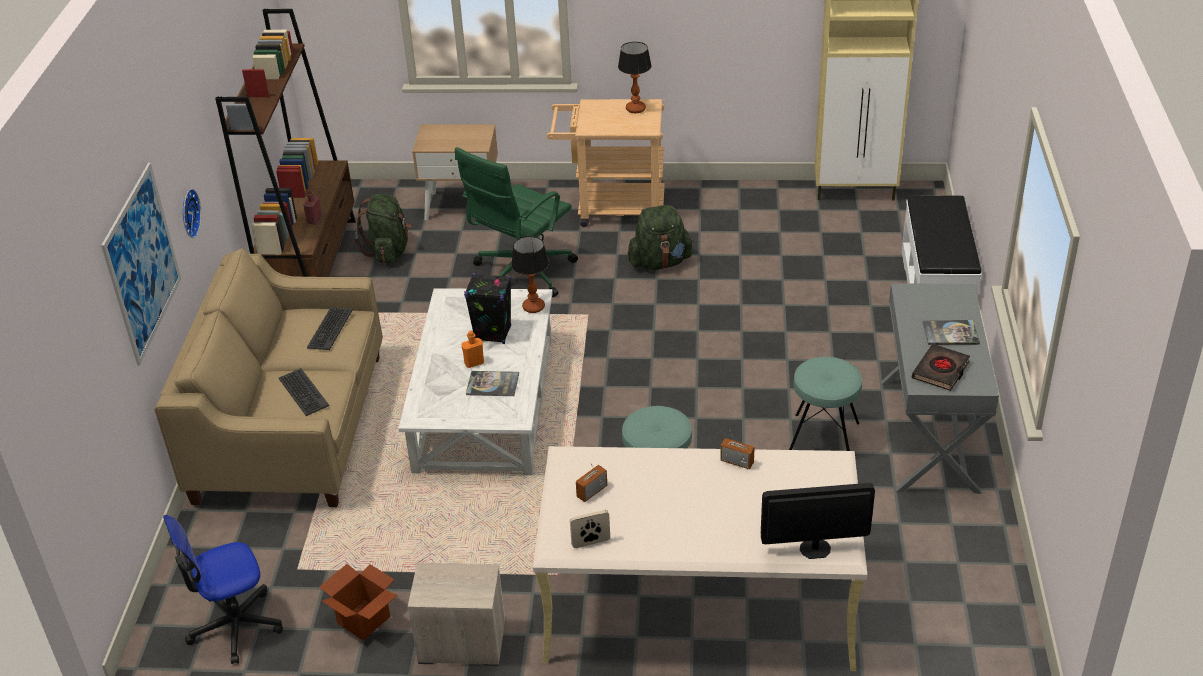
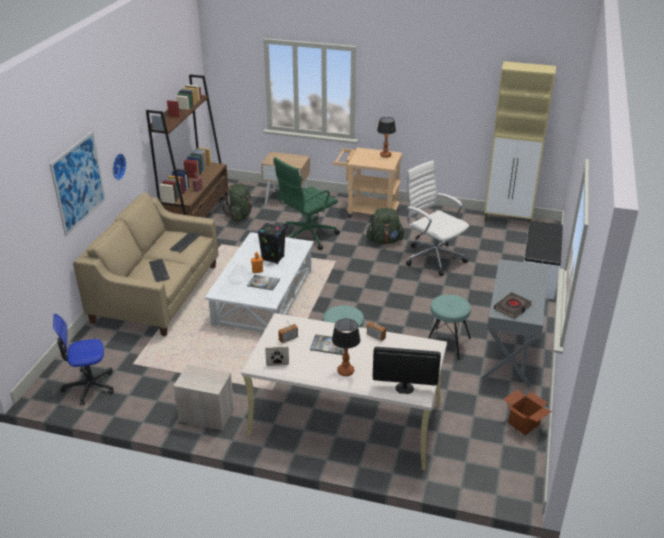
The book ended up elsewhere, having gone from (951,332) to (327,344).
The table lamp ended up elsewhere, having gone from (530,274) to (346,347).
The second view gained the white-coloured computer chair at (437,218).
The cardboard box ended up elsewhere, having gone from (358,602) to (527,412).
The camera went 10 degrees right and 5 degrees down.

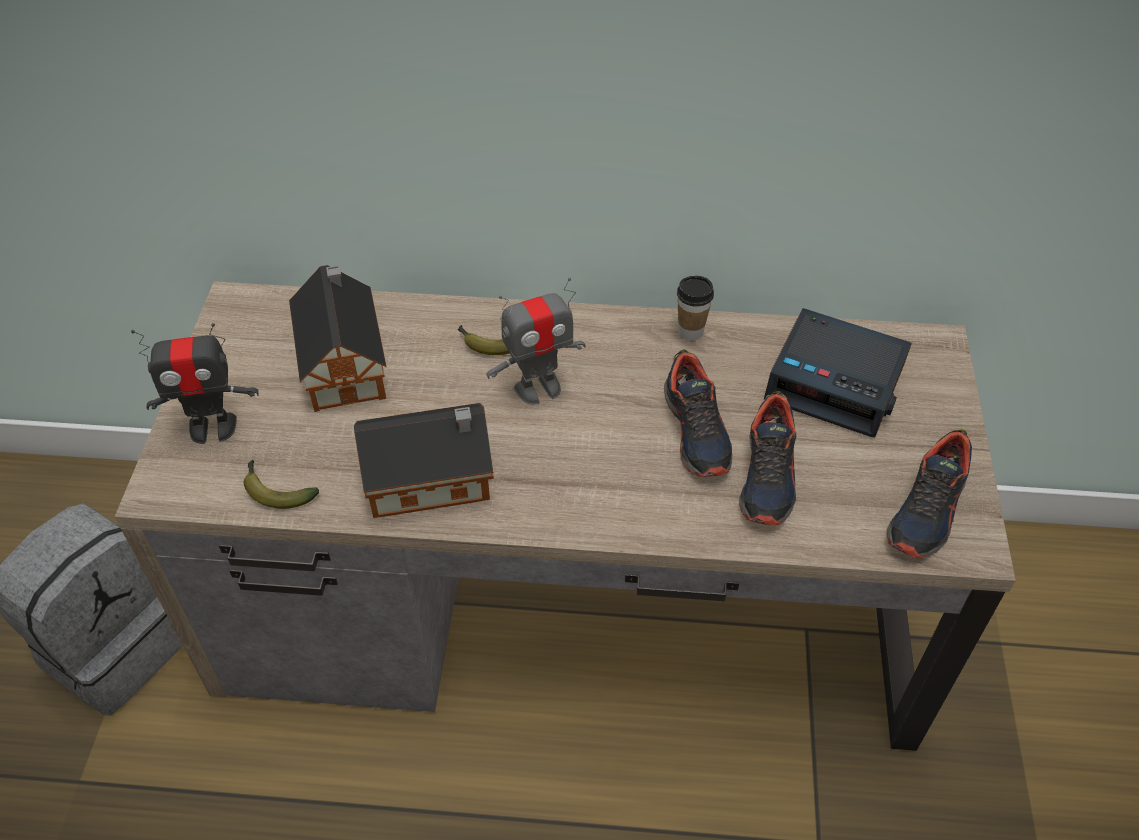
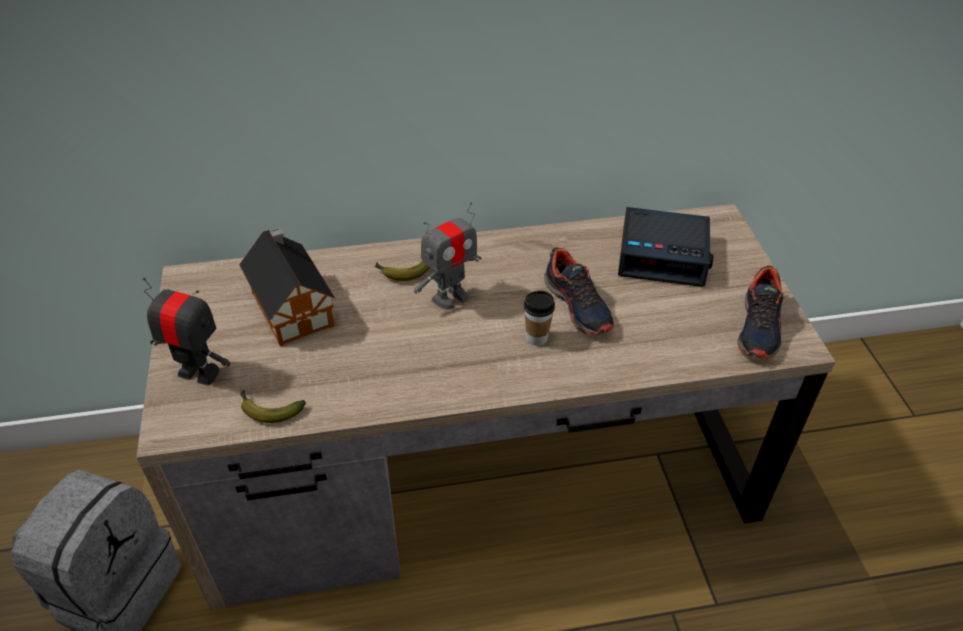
The robot figure at (194,383) ended up facing another way, 135 degrees counterclockwise from before.
The cup ended up elsewhere, having gone from (695,308) to (539,318).
The second view lost the toy house at (424,460).
The second view lost the item of footwear at (767,458).
The camera went 15 degrees left and 5 degrees down.

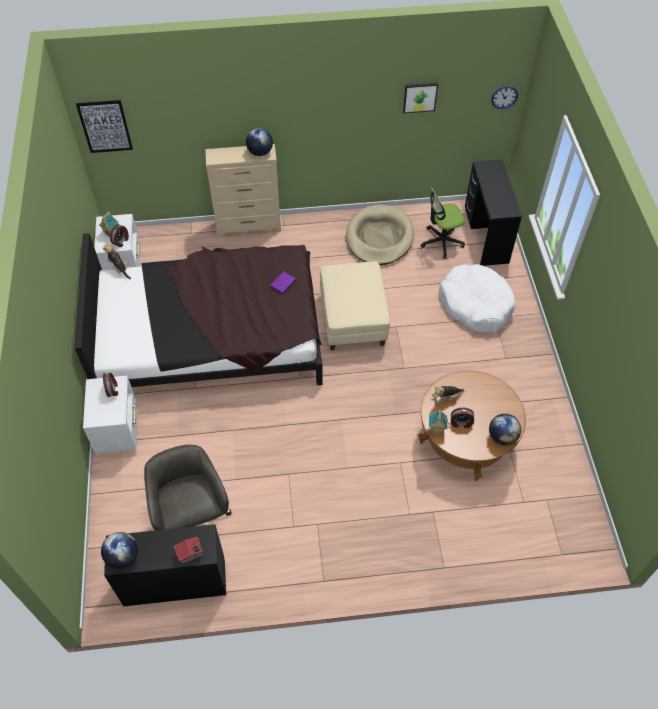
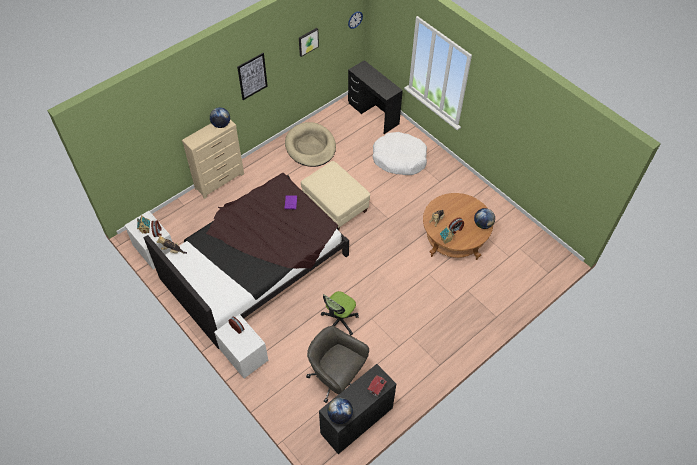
The wall picture ended up elsewhere, having gone from (104,126) to (252,76).
The computer chair ended up elsewhere, having gone from (443,223) to (340,313).
The camera went 35 degrees left and 0 degrees up.

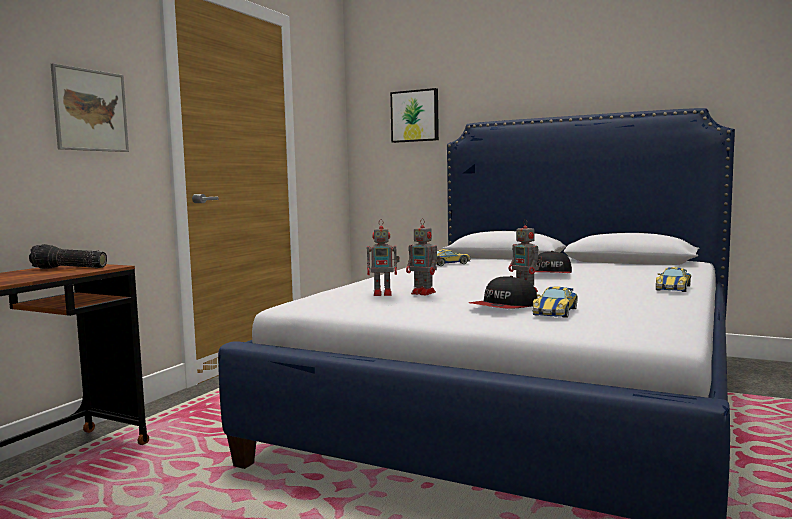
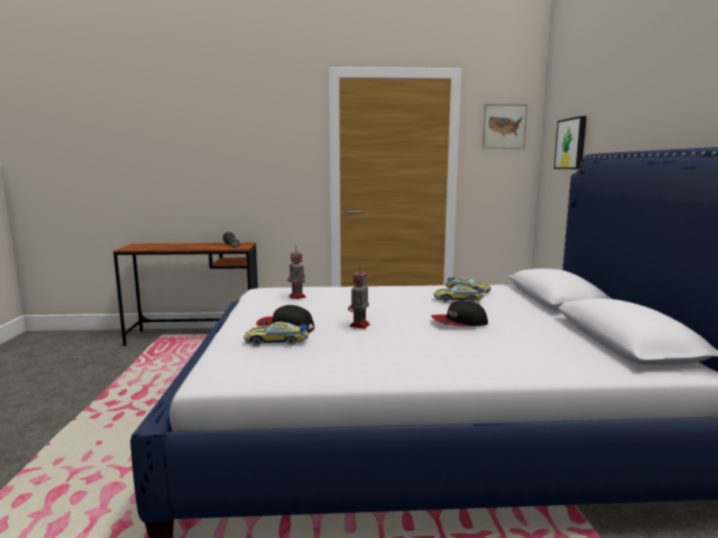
The model car ended up elsewhere, having gone from (673,279) to (458,293).
The wall picture ended up elsewhere, having gone from (90,107) to (505,126).
The second view lost the robot figure at (423,257).
The camera went 60 degrees right and 5 degrees up.

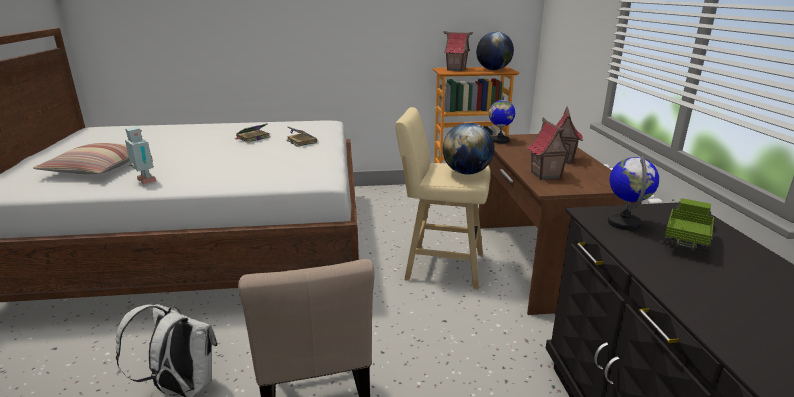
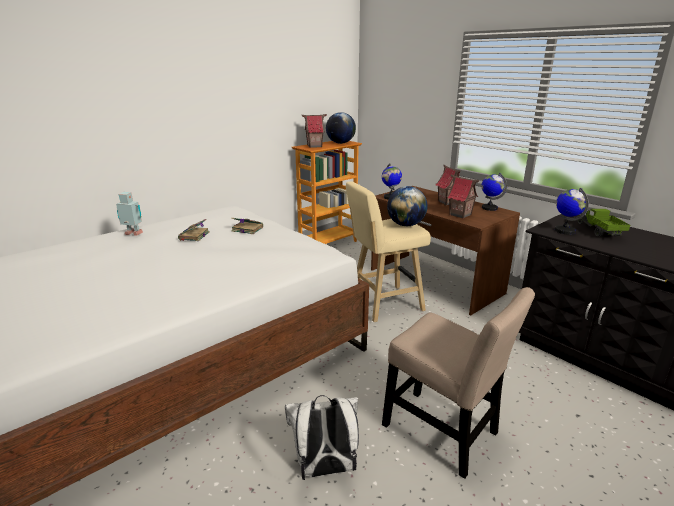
The robot figure ended up elsewhere, having gone from (140,155) to (129,213).
The second view gained the globe at (494,192).
The second view lost the cushion at (81,158).
The camera went 35 degrees left and 0 degrees up.

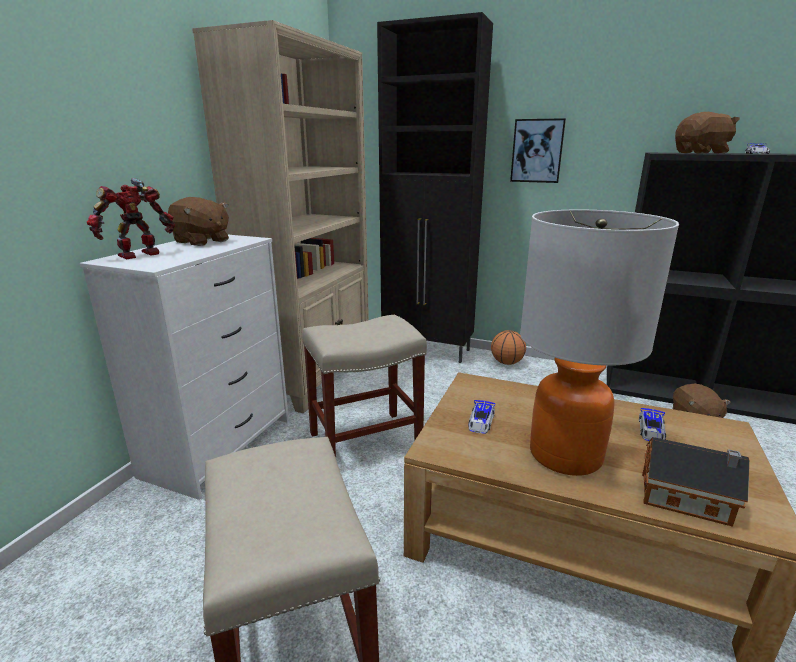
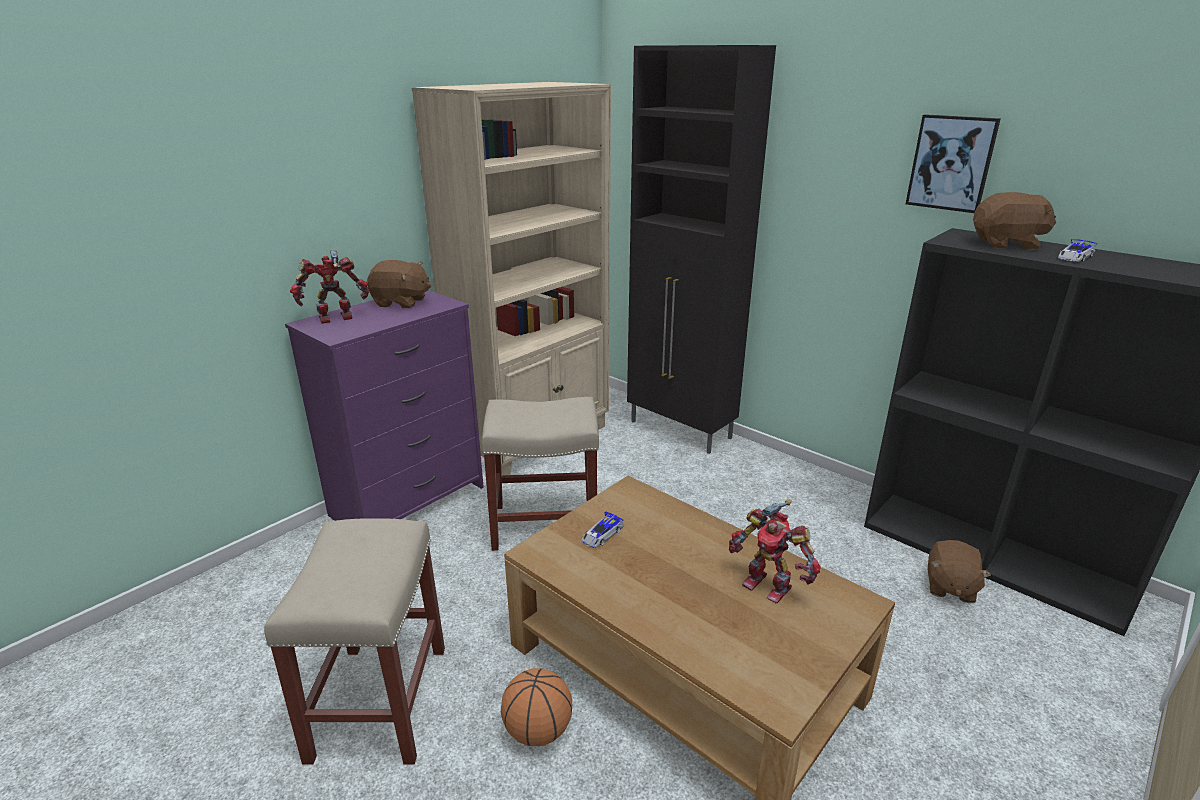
What was the white-coloured dresser at (184,367) turned into the purplish dresser at (384,405).
The brownish cuddly toy at (198,221) ended up facing another way, 45 degrees counterclockwise from before.
The ball for basketball ended up elsewhere, having gone from (508,347) to (536,707).
Where the model car stood at (652,424), the robot figure came to stand at (774,551).
The wall picture ended up elsewhere, having gone from (538,150) to (953,163).
The second view lost the table lamp at (599,343).
The second view lost the toy house at (696,482).
The camera went 20 degrees right and 5 degrees up.

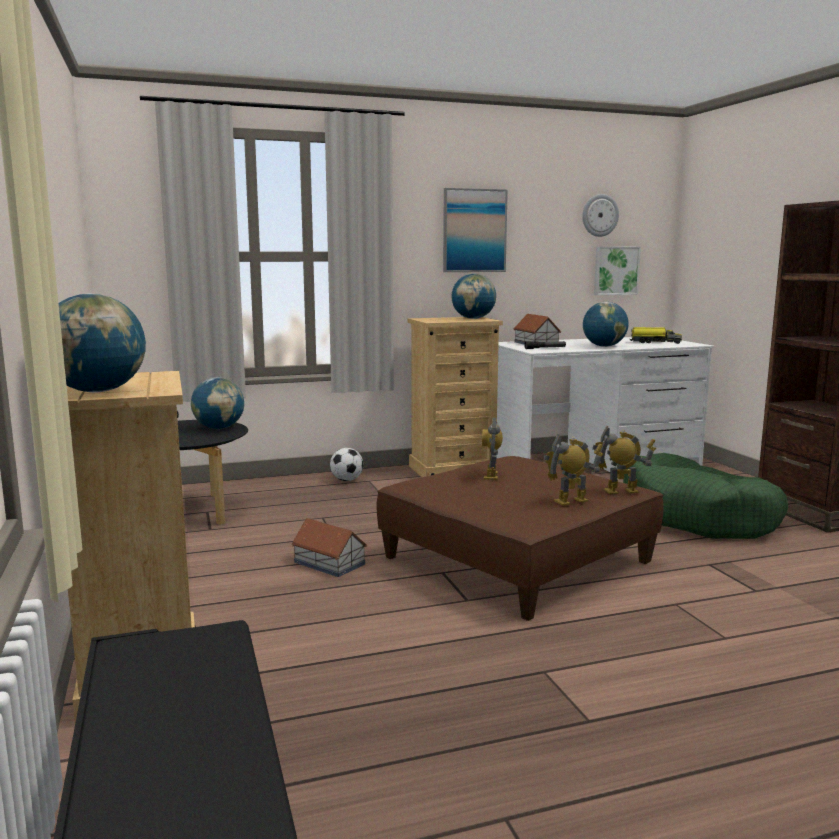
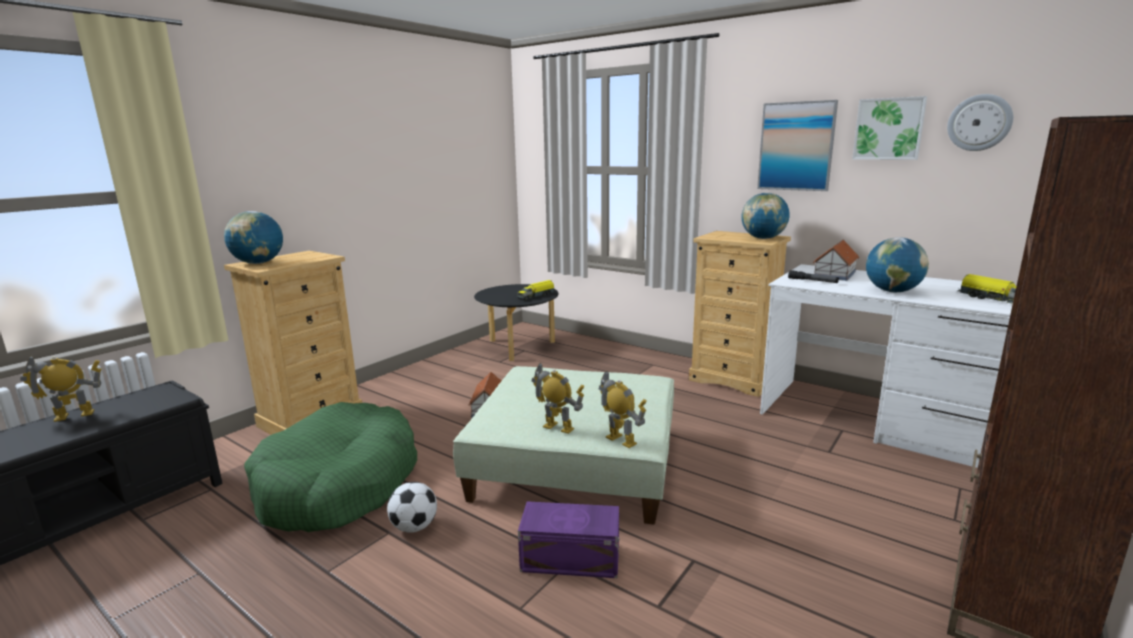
The robot figure ended up elsewhere, having gone from (492,449) to (61,388).
The green pet bed ended up elsewhere, having gone from (705,496) to (330,467).
The football ended up elsewhere, having gone from (346,464) to (412,507).
What was the brownish ottoman at (520,538) turned into the green ottoman at (563,445).
Where the globe stood at (217,403), the model truck came to stand at (536,290).
The second view gained the purplish storage box at (568,539).
The wall picture ended up elsewhere, having gone from (617,270) to (889,128).
The camera went 55 degrees right and 5 degrees up.

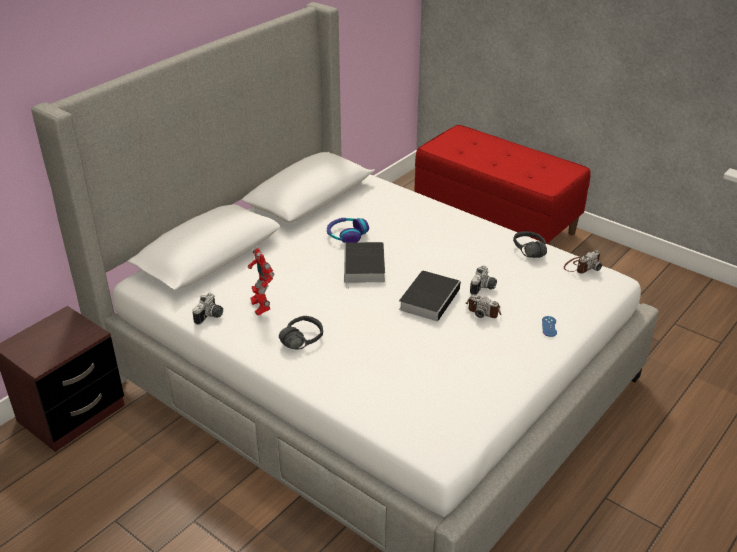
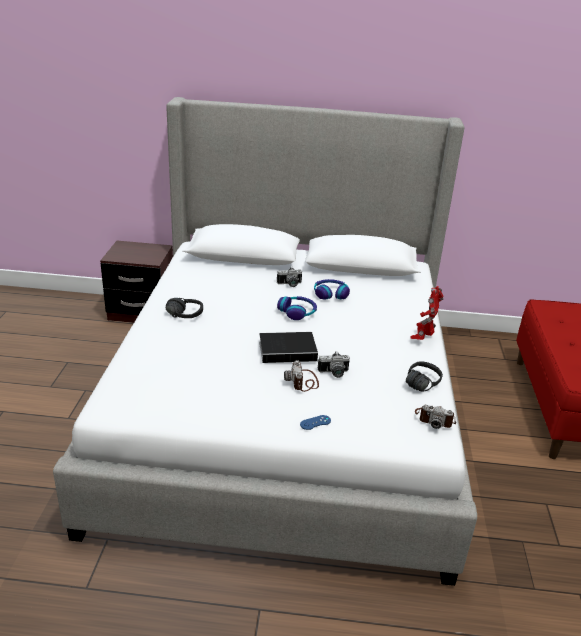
The photo camera ended up elsewhere, having gone from (208,309) to (289,277).
Where the book stood at (364,265), the pair of headphones came to stand at (297,308).
The robot figure ended up elsewhere, having gone from (261,282) to (427,313).
The camera went 55 degrees right and 5 degrees down.

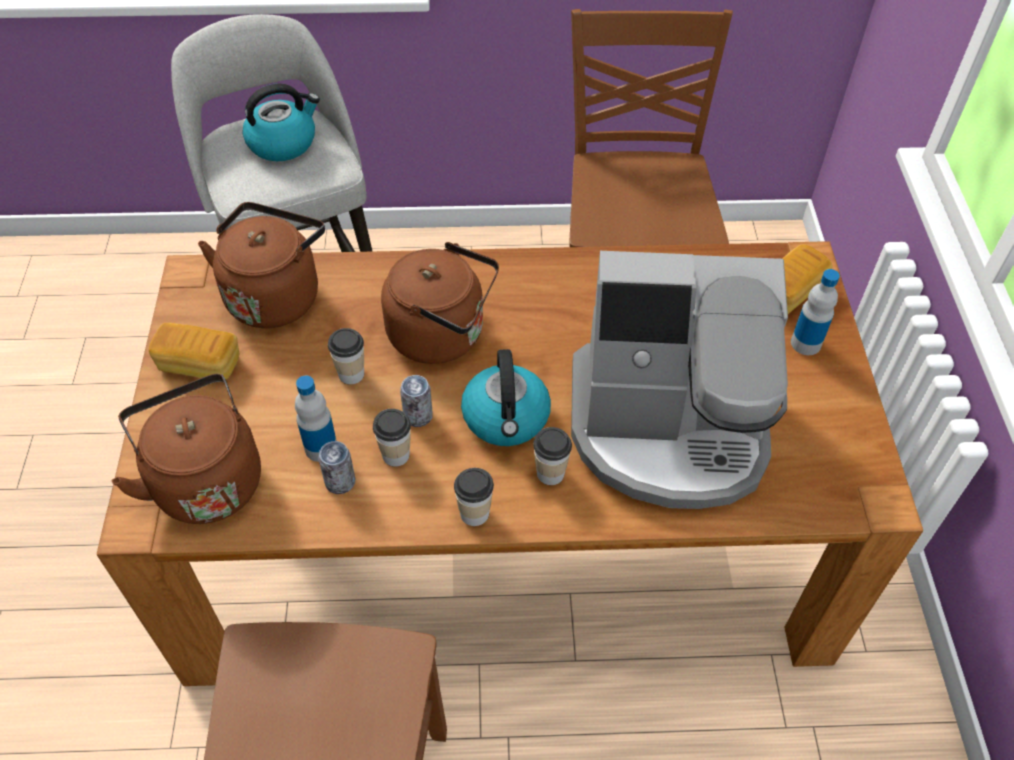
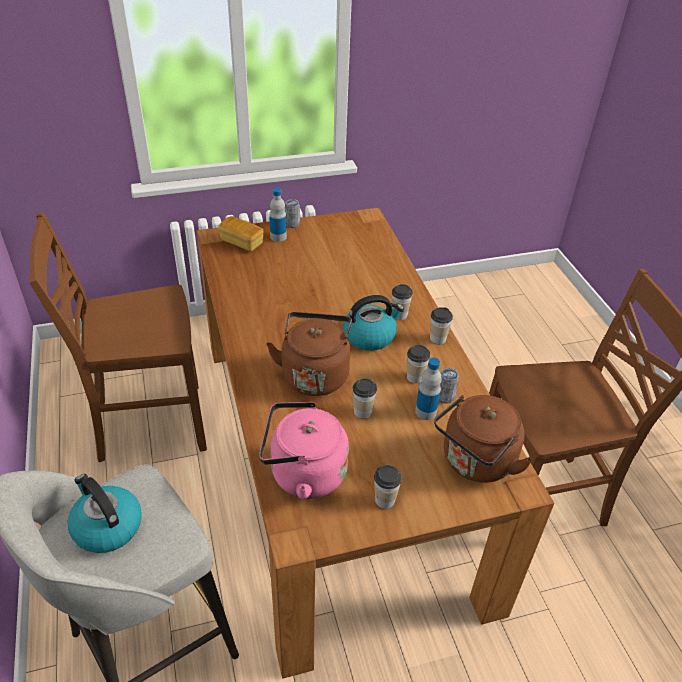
What was the brownish tea kettle at (261,265) turned into the pinkish tea kettle at (304,450).
The can ended up elsewhere, having gone from (416,401) to (292,213).
Where the baked bread stood at (194,351), the cup came to stand at (388,487).
The second view lost the coffee machine at (679,380).
The camera went 105 degrees left and 10 degrees down.

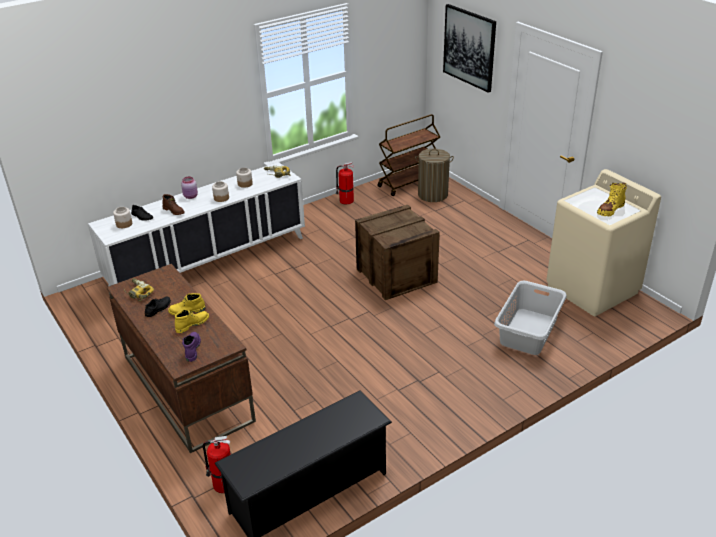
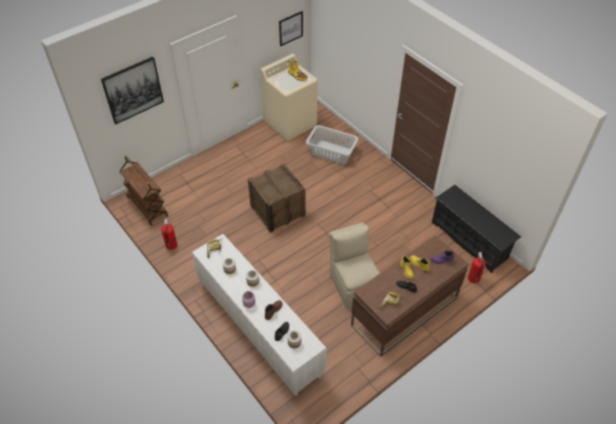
The second view gained the wall picture at (291,29).
The second view gained the sand-coloured chair at (354,265).
The second view lost the laundry basket at (434,175).
The camera went 95 degrees left and 15 degrees up.

